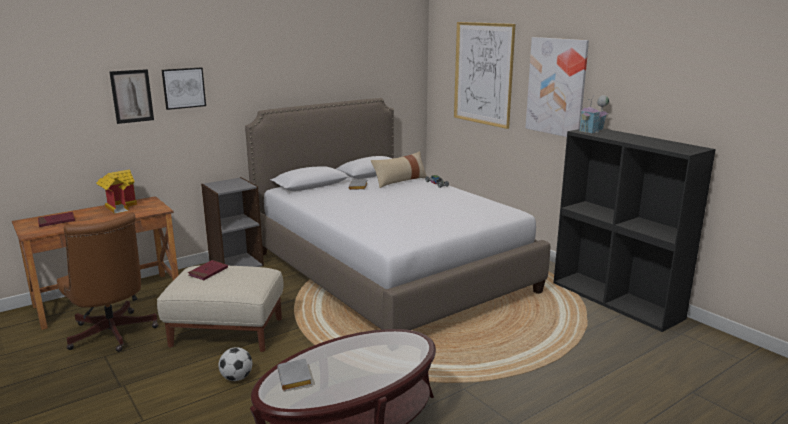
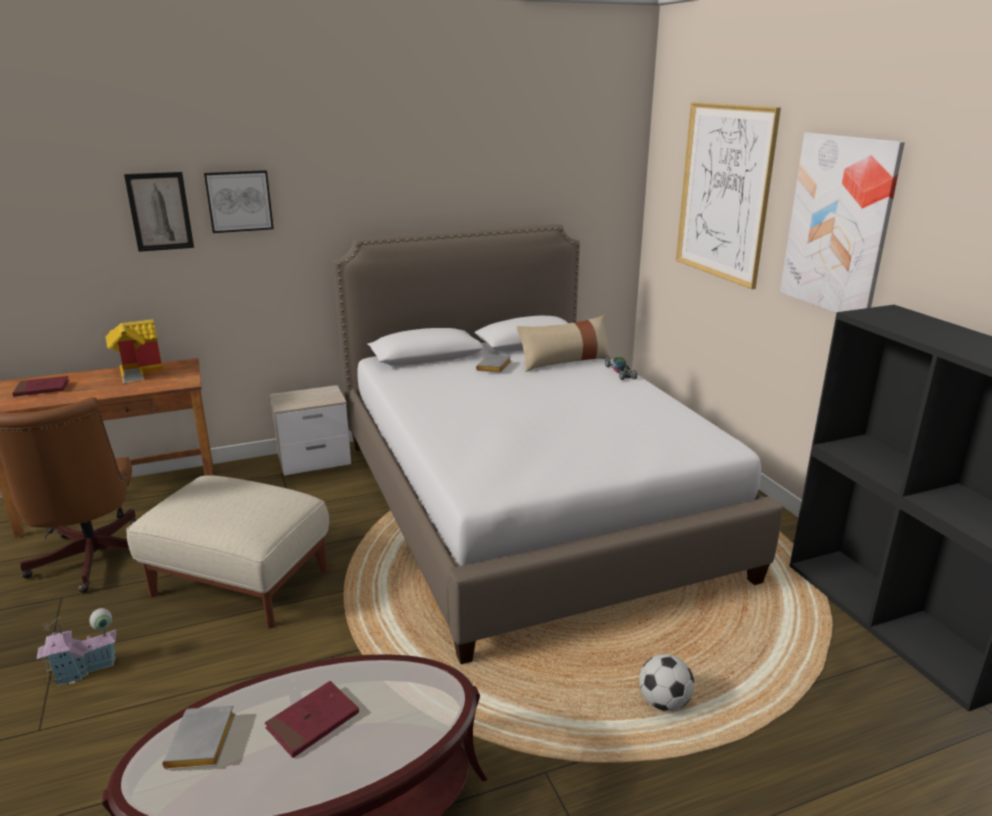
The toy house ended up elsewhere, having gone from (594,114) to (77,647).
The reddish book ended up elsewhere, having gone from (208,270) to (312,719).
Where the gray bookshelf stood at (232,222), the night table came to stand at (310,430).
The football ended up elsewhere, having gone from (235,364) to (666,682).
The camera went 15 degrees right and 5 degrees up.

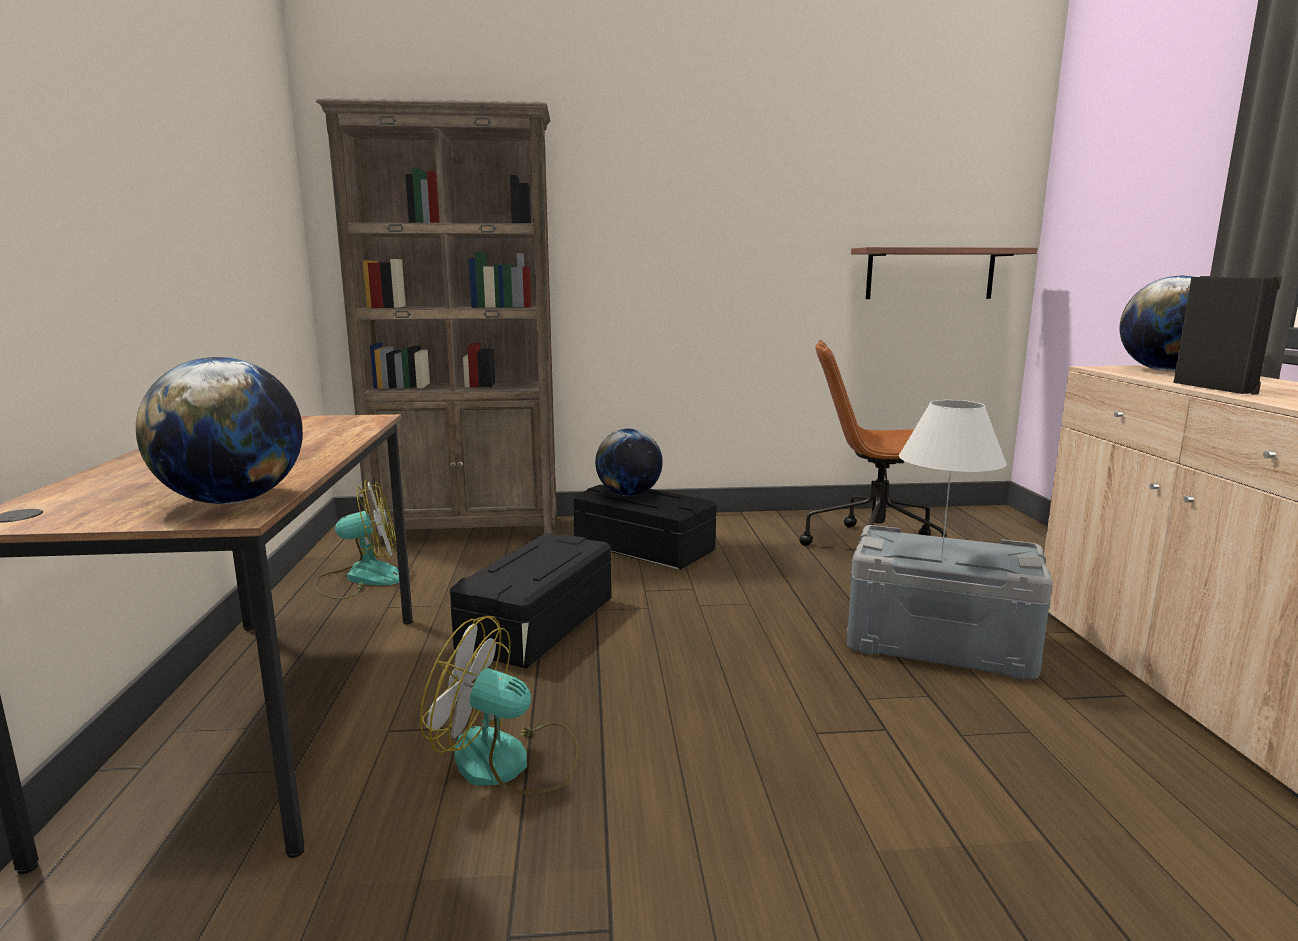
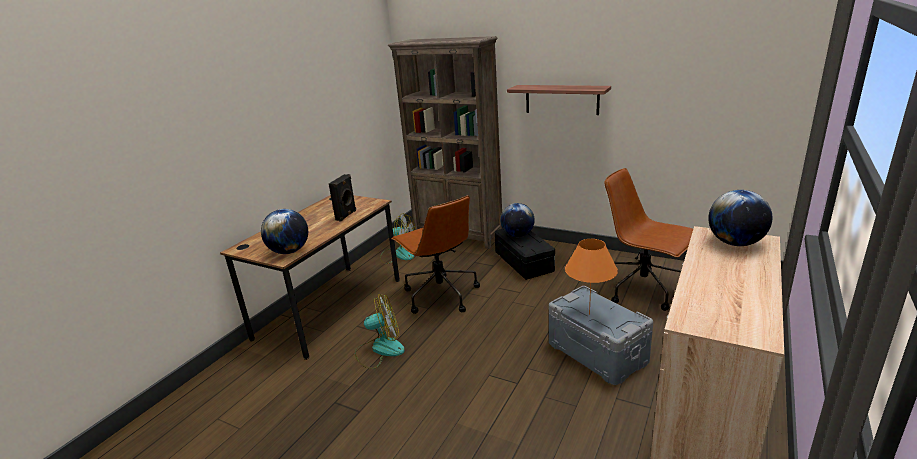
The black-coloured loudspeaker ended up elsewhere, having gone from (1227,335) to (342,197).
The fan at (500,705) ended up facing another way, 120 degrees clockwise from before.
Where the black-coloured storage box stood at (530,600), the brownish computer chair came to stand at (435,254).
The bracket shelf ended up elsewhere, having gone from (944,273) to (559,100).
What was the white-coloured table lamp at (953,479) turned into the orangey table lamp at (591,277).
The camera went 35 degrees right and 10 degrees up.

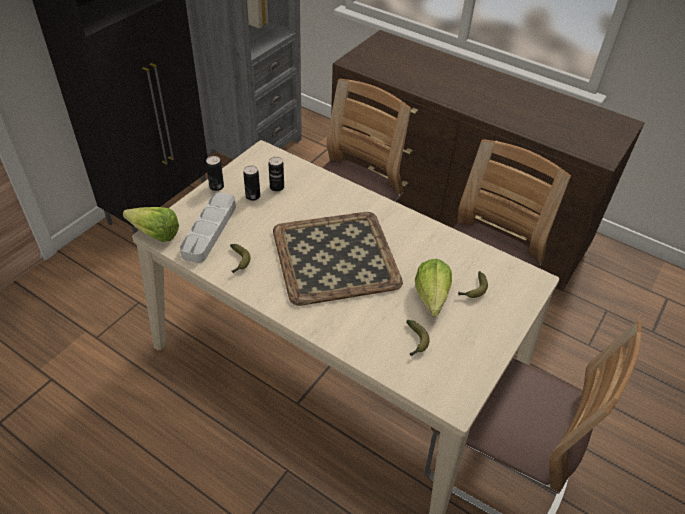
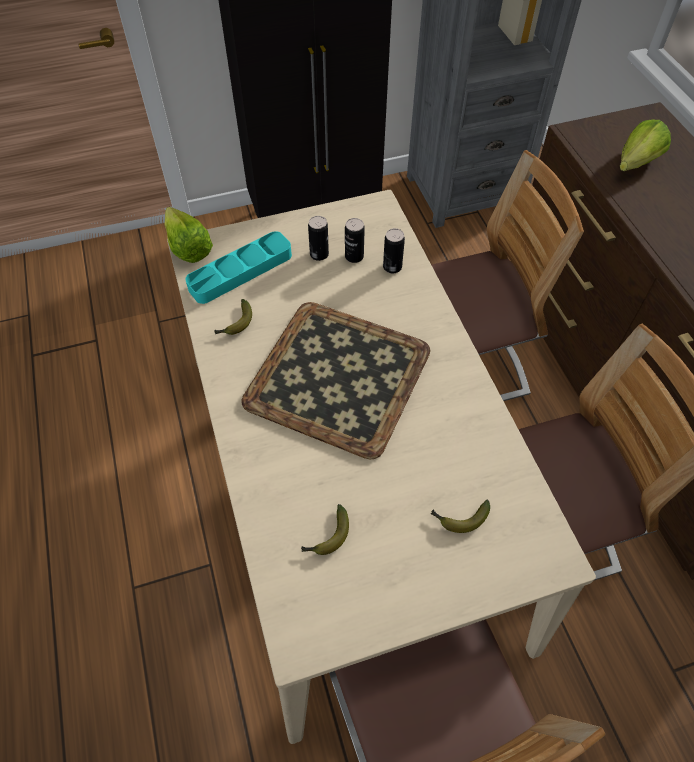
What was the gray carrying tray at (208,228) turned into the turquoise-coloured carrying tray at (238,267).
The can ended up elsewhere, having gone from (215,173) to (394,250).
The lettuce head ended up elsewhere, having gone from (433,287) to (645,145).
The camera went 40 degrees right and 10 degrees up.

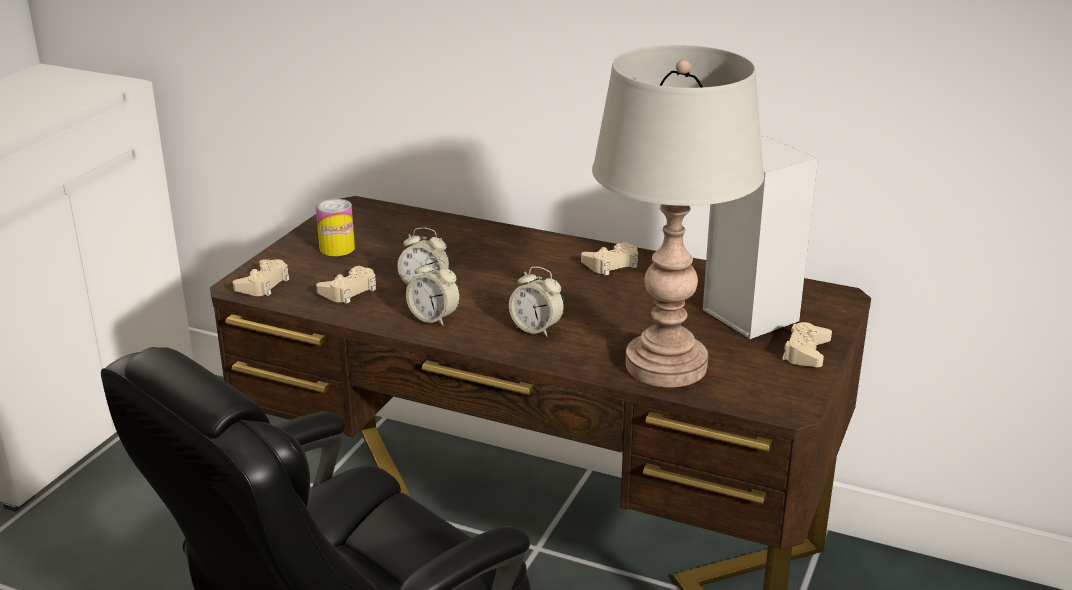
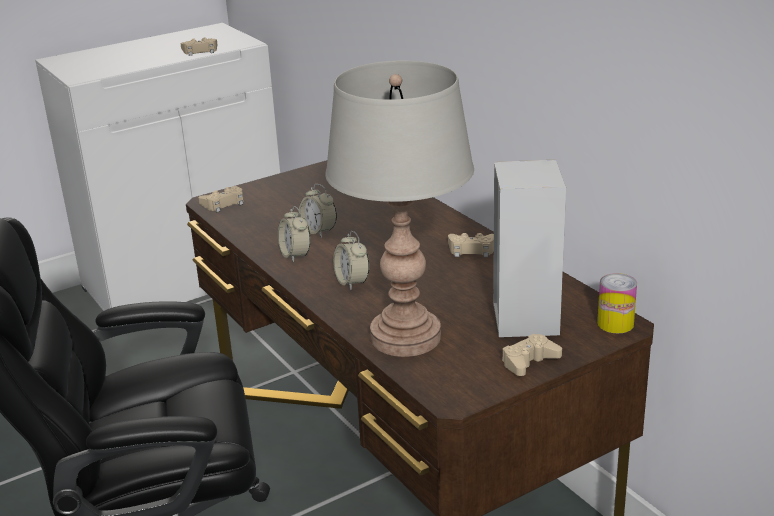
The sand-coloured gamepad ended up elsewhere, having gone from (346,285) to (198,46).
The can ended up elsewhere, having gone from (335,227) to (617,303).
The camera went 35 degrees right and 0 degrees up.

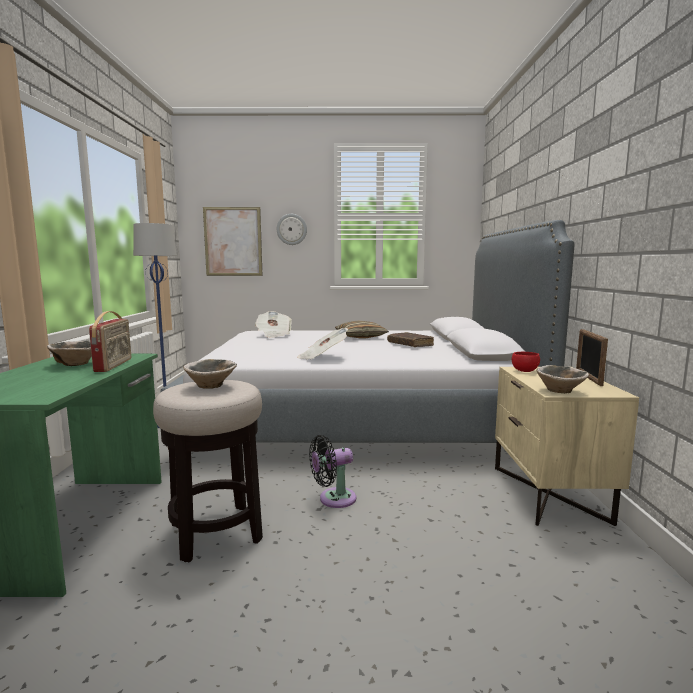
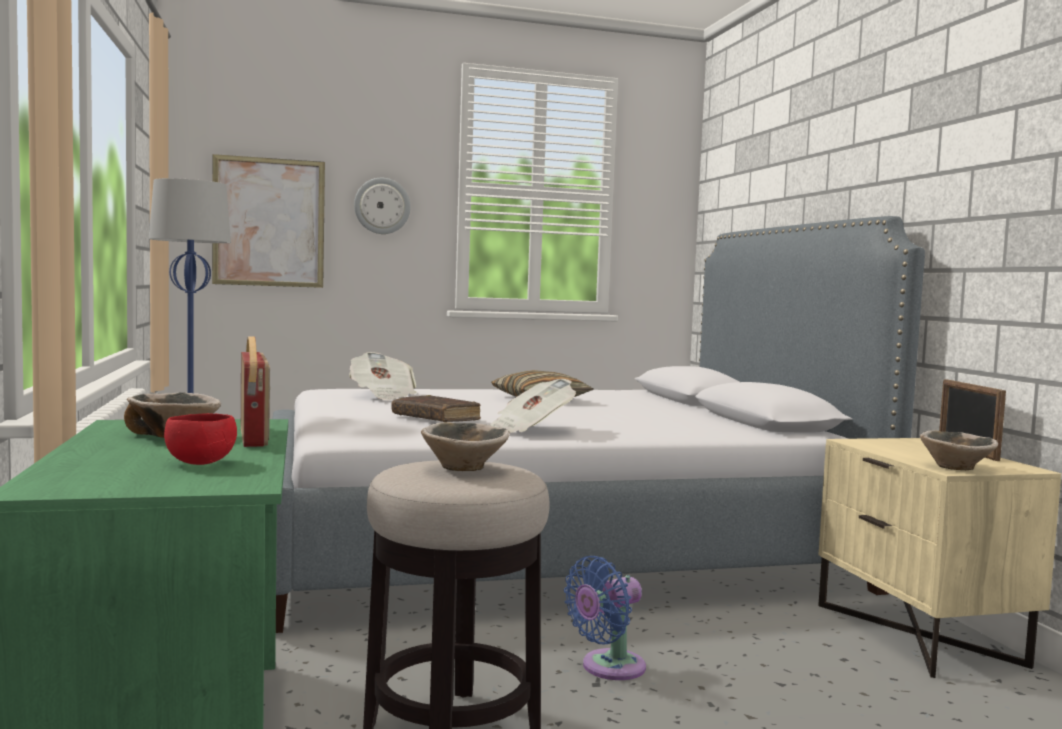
The reddish serving bowl ended up elsewhere, having gone from (526,362) to (200,439).
The brownish book ended up elsewhere, having gone from (410,339) to (436,408).
What was the black-coloured fan at (332,471) turned into the blue fan at (605,618).
The camera went 15 degrees left and 5 degrees down.

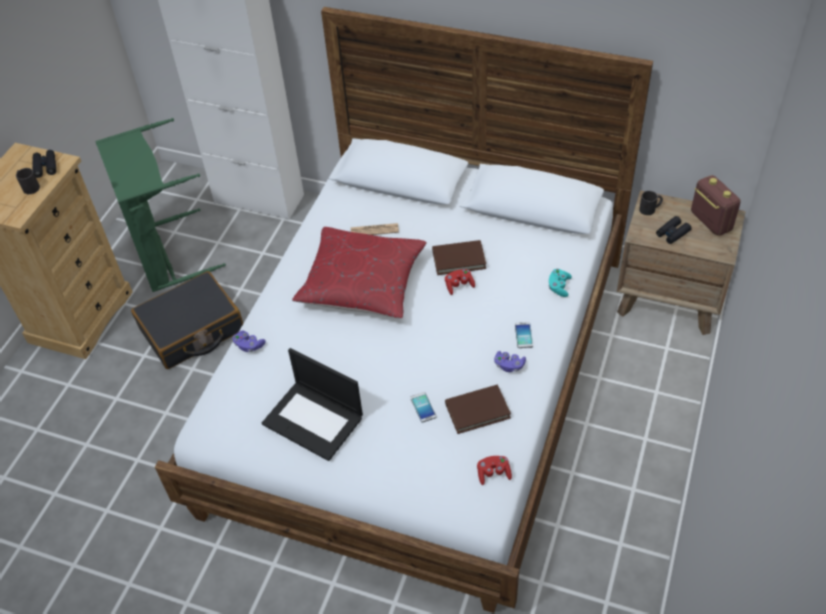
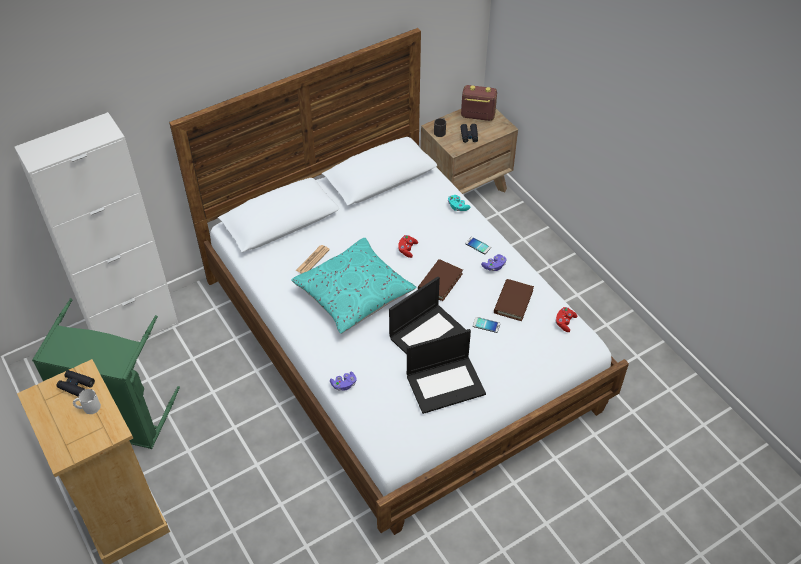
What was the black-coloured mug at (28,181) turned into the white-coloured mug at (87,401).
What was the reddish cushion at (359,272) turned into the turquoise-coloured cushion at (354,286).
The second view gained the portable computer at (427,316).
The brownish book ended up elsewhere, having gone from (459,257) to (440,280).
The second view lost the black-coloured travel case at (187,320).
The camera went 55 degrees left and 0 degrees up.

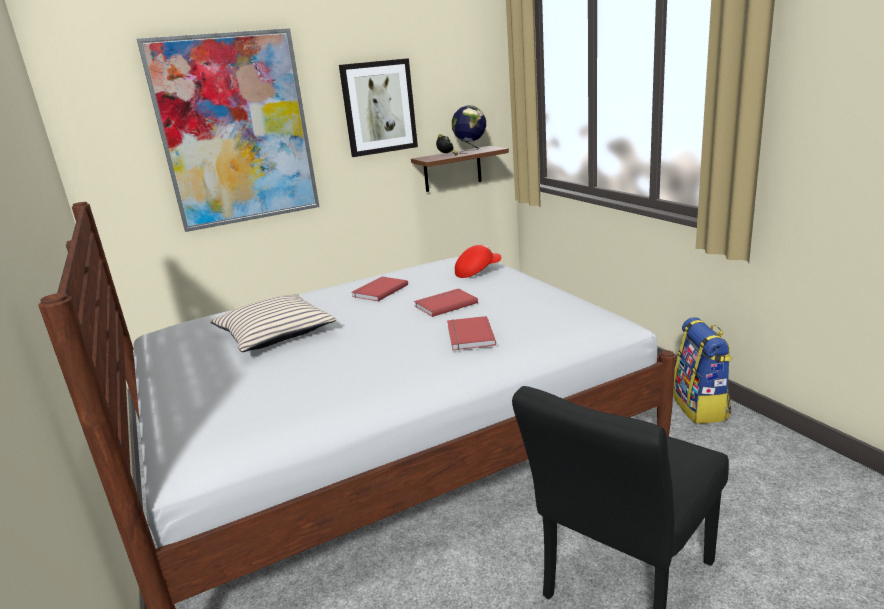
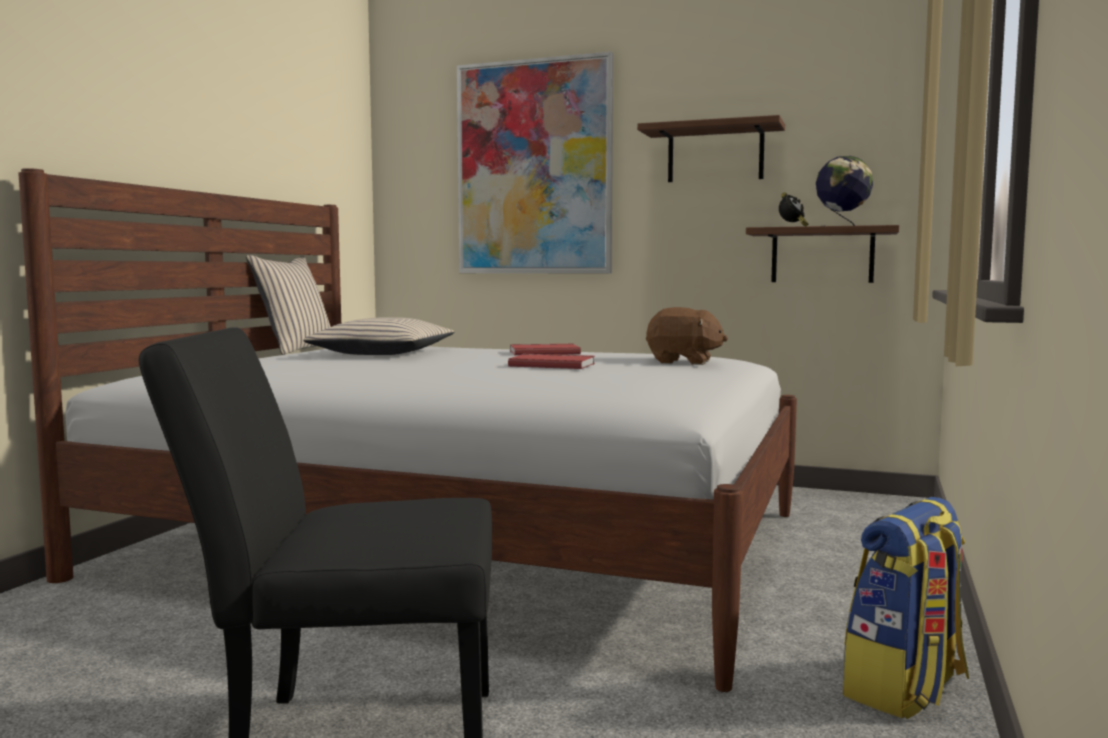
The second view gained the sand-coloured cushion at (288,305).
Where the wall picture hung at (378,107), the bracket shelf came to hang at (711,148).
Where the reddish peaked cap stood at (478,261), the brownish cuddly toy came to stand at (687,336).
The second view lost the reddish book at (471,333).
The camera went 45 degrees right and 15 degrees down.

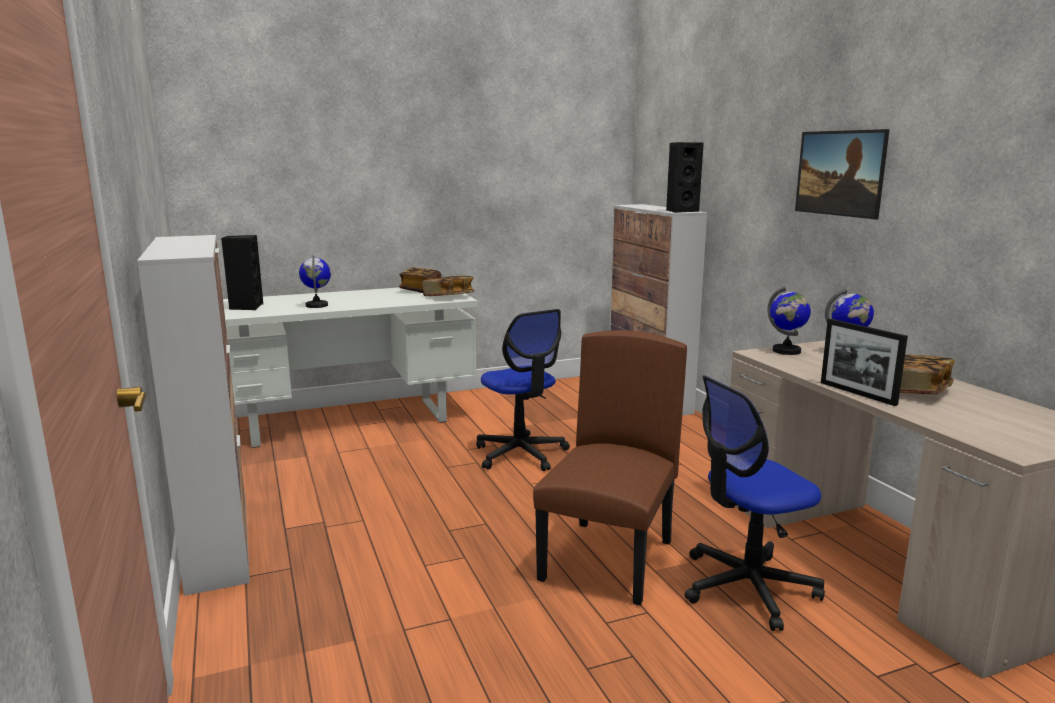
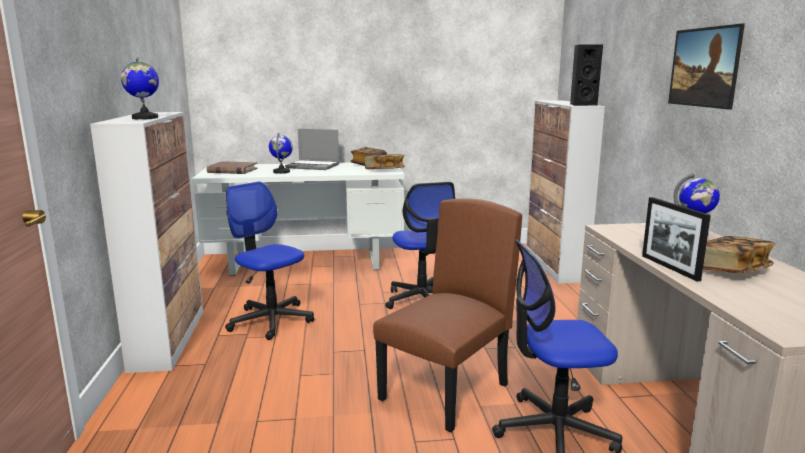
The globe ended up elsewhere, having gone from (789,320) to (140,88).
Where the black-coloured loudspeaker stood at (242,272), the brownish book came to stand at (232,167).
The second view gained the computer chair at (269,260).
The second view gained the portable computer at (312,149).
The camera went 15 degrees right and 0 degrees up.

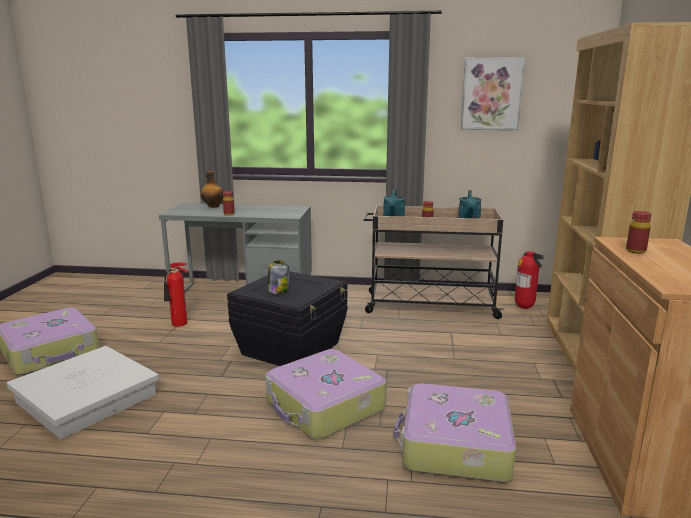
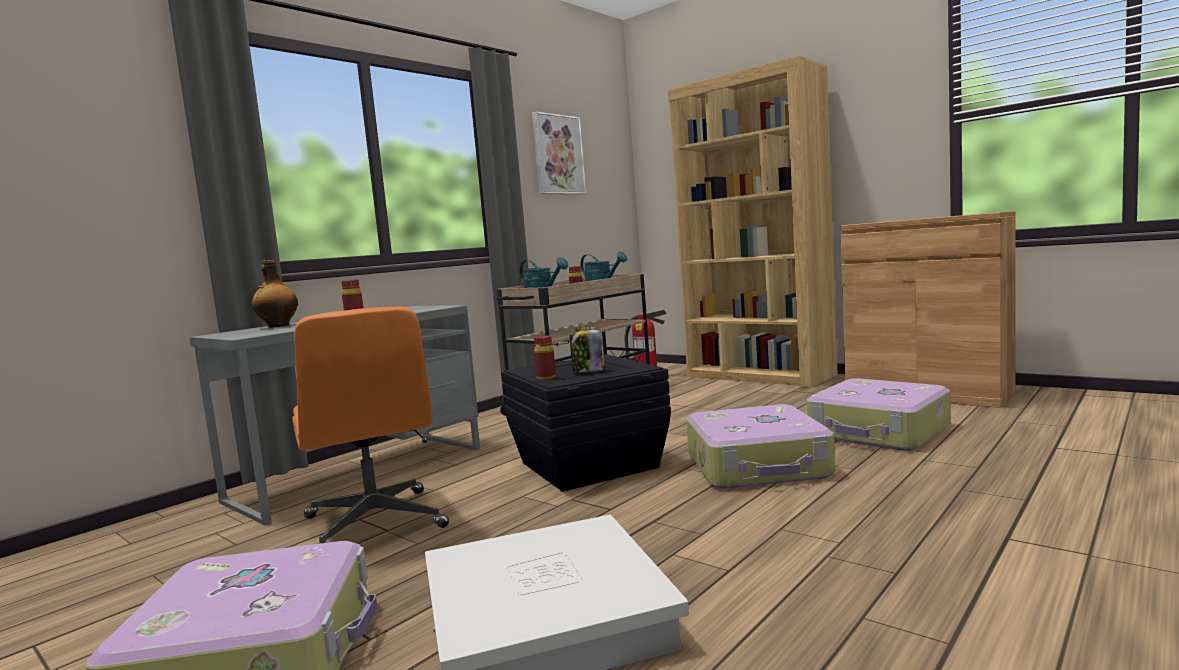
Where the fire extinguisher stood at (176,294), the orangey computer chair came to stand at (370,425).
The reddish beverage bottle ended up elsewhere, having gone from (639,232) to (545,357).
The camera went 55 degrees left and 10 degrees down.

